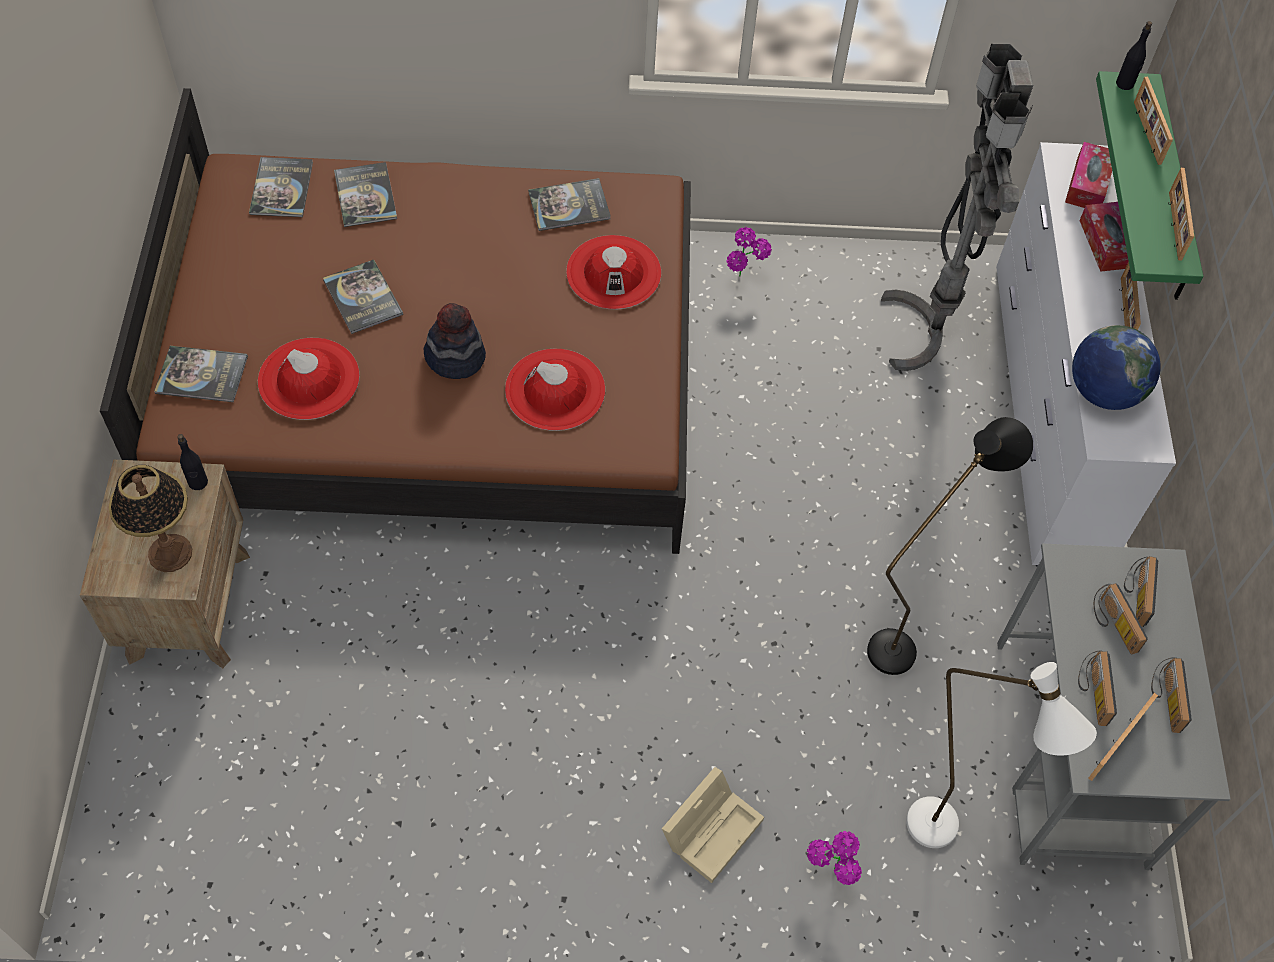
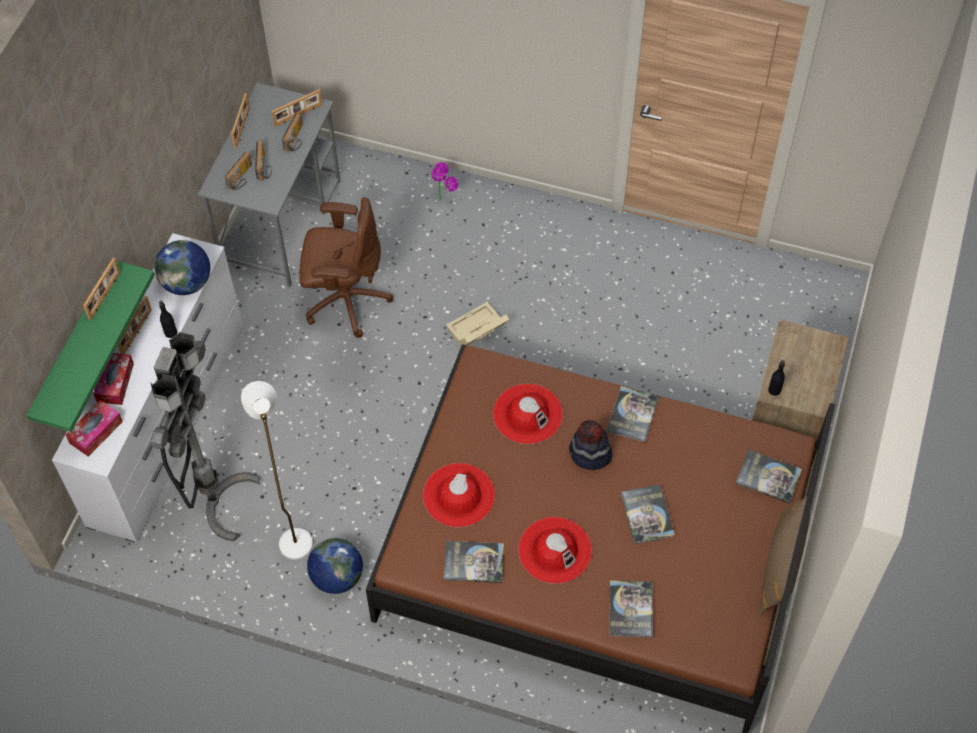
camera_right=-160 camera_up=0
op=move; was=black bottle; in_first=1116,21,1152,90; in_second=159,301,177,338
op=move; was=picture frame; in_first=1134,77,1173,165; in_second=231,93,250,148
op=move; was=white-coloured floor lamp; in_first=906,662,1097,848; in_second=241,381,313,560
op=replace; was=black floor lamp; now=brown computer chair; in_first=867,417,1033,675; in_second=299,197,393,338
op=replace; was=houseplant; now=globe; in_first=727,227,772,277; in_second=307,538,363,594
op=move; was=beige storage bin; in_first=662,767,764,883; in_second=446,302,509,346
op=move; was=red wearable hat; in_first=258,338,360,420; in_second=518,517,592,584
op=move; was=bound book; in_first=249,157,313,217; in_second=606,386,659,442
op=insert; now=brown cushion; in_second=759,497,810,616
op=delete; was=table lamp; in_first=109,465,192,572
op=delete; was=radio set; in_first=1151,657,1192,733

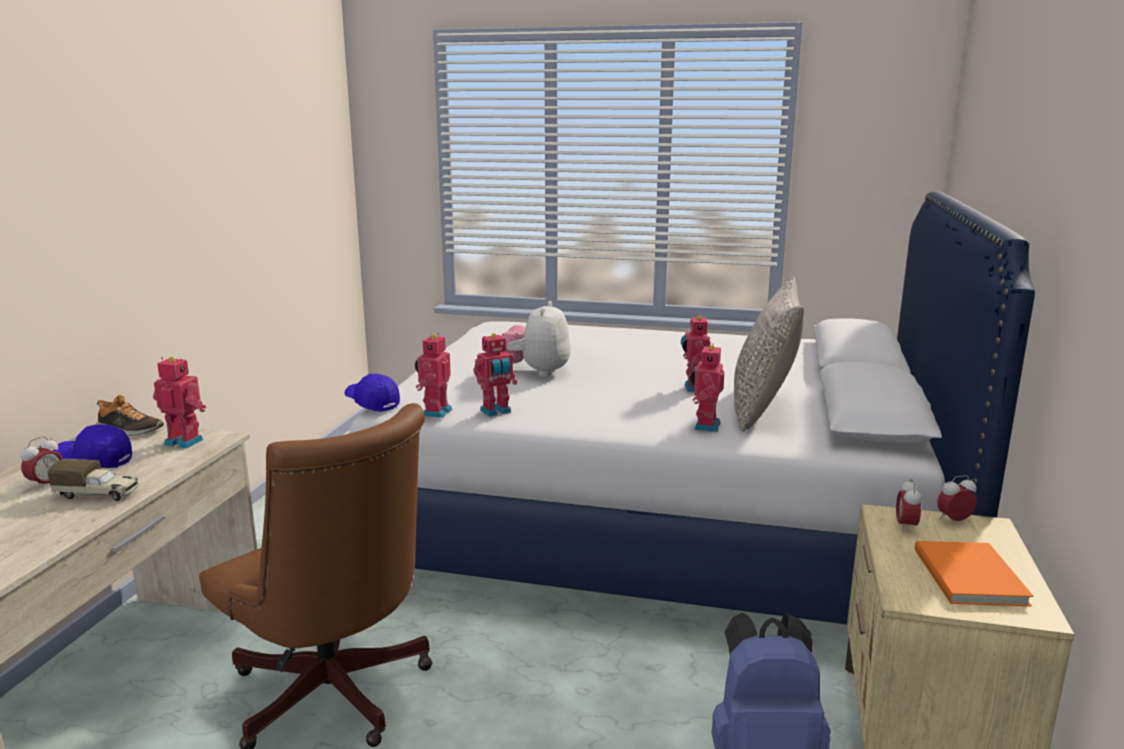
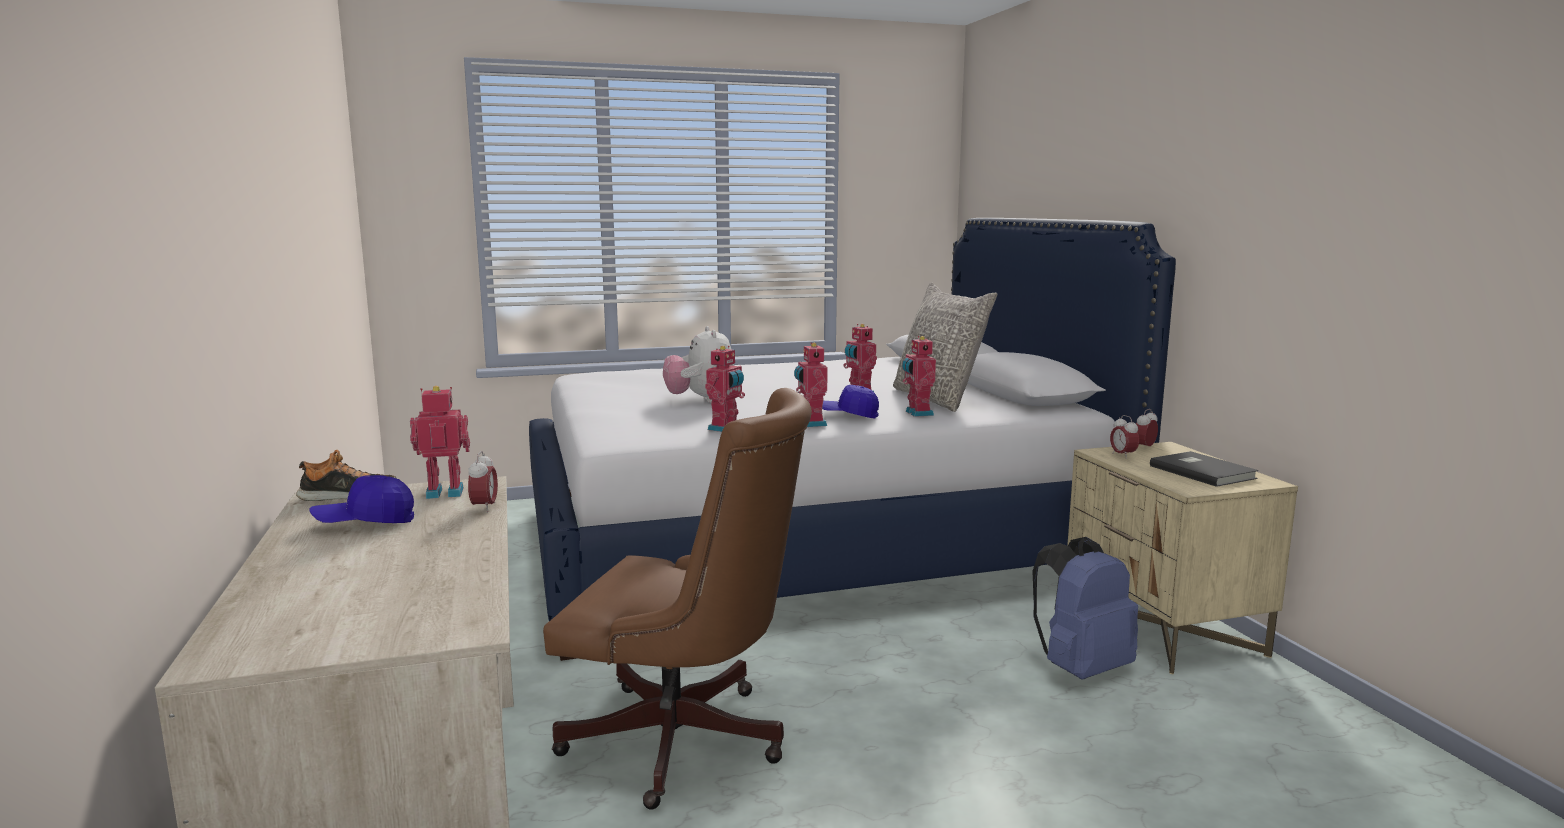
camera_right=-30 camera_up=-5
op=move; was=alarm clock; in_first=21,436,63,491; in_second=468,451,498,513
op=move; was=toy robot; in_first=415,333,452,418; in_second=794,342,828,427
op=move; was=blue-coloured cap; in_first=345,374,400,412; in_second=822,385,879,419
op=recolor; was=orangey bound book; now=gray bound book; in_first=914,541,1034,606; in_second=1150,451,1258,487
op=delete; was=toy truck; in_first=47,459,139,501

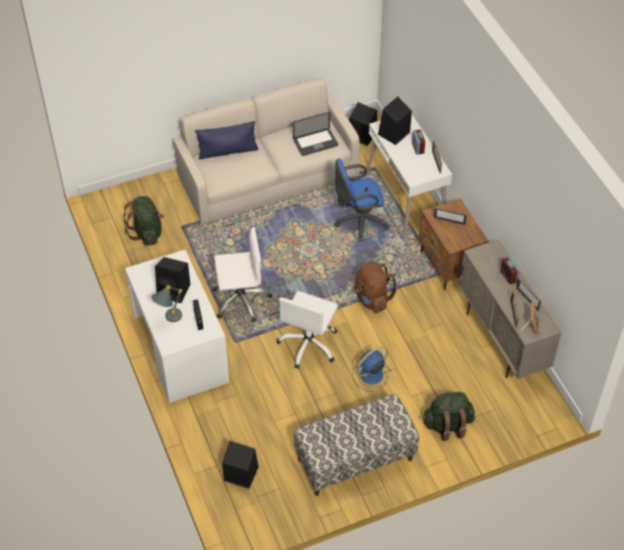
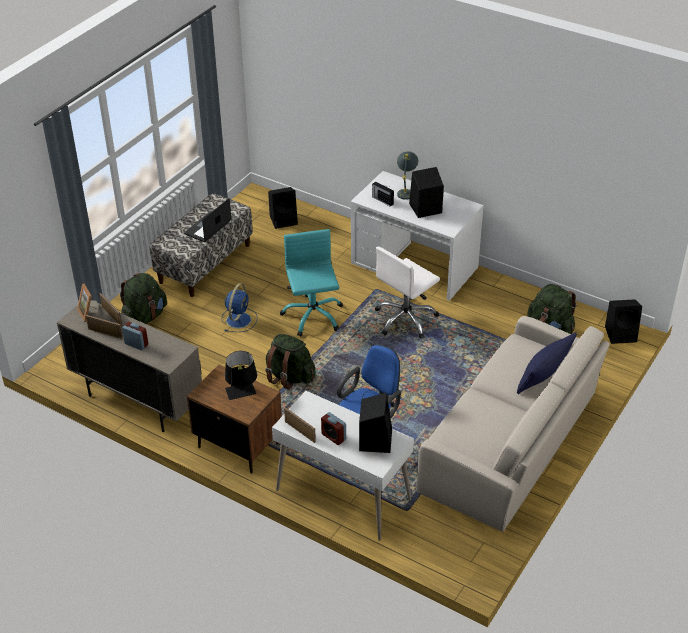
camera_right=145 camera_up=-10
op=move; was=laptop; in_first=293,112,338,156; in_second=184,198,231,242
op=replace; was=picture frame; now=black table lamp; in_first=434,207,467,225; in_second=225,351,257,400
op=recolor; was=brown knapsack; now=greenish knapsack; in_first=355,262,397,313; in_second=265,334,316,389
op=recolor; was=white-coloured computer chair; now=blue-green computer chair; in_first=277,291,338,369; in_second=280,229,343,336
op=move; was=black audio speaker; in_first=349,102,377,146; in_second=605,299,642,344

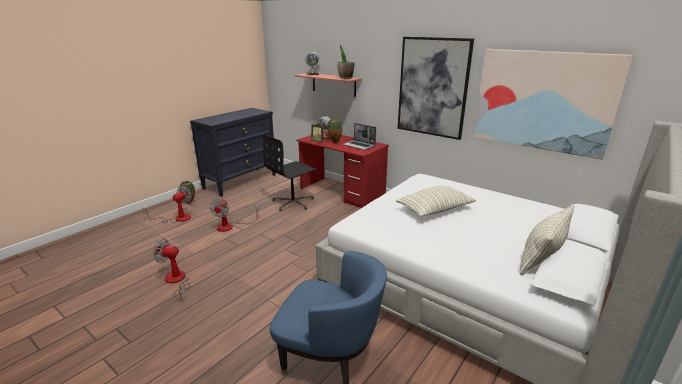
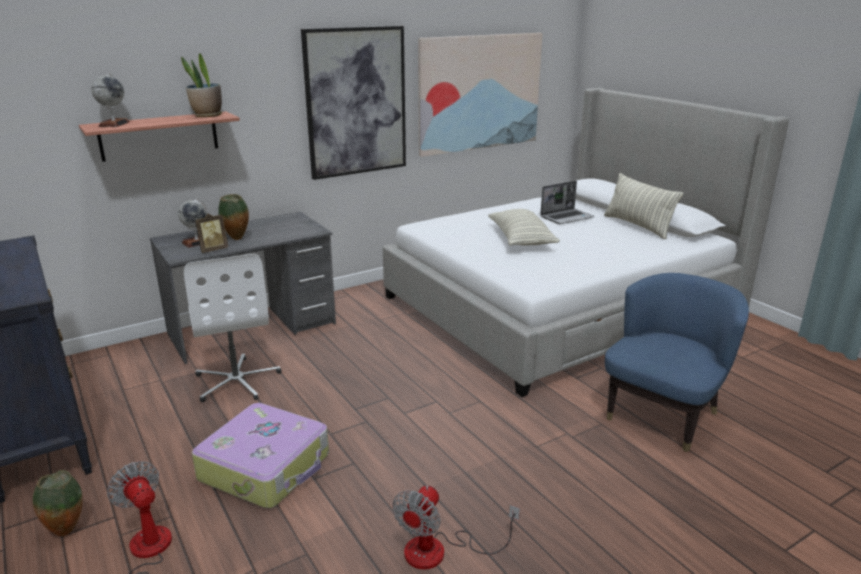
camera_right=-70 camera_up=0
op=recolor; was=red desk unit; now=gray desk unit; in_first=297,131,389,208; in_second=150,212,336,364
op=recolor; was=black computer chair; now=white-coloured computer chair; in_first=263,134,317,211; in_second=184,254,281,402
op=replace; was=cooling fan; now=suitcase; in_first=209,199,260,232; in_second=192,403,329,508
op=move; was=laptop; in_first=343,123,376,150; in_second=540,181,594,224

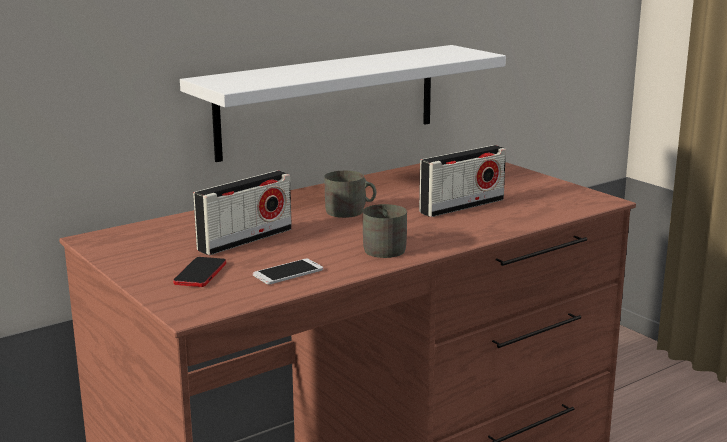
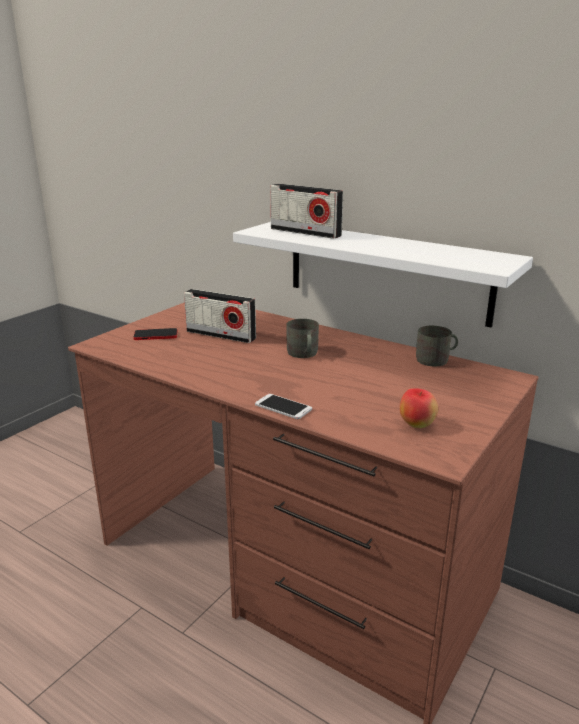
camera_right=70 camera_up=5
op=move; was=handset; in_first=253,259,323,284; in_second=255,394,312,419
op=move; was=radio set; in_first=419,145,506,217; in_second=270,184,343,239
op=insert; now=whole apple; in_second=400,388,439,428
op=move; was=gray mug; in_first=363,204,407,258; in_second=416,326,458,366

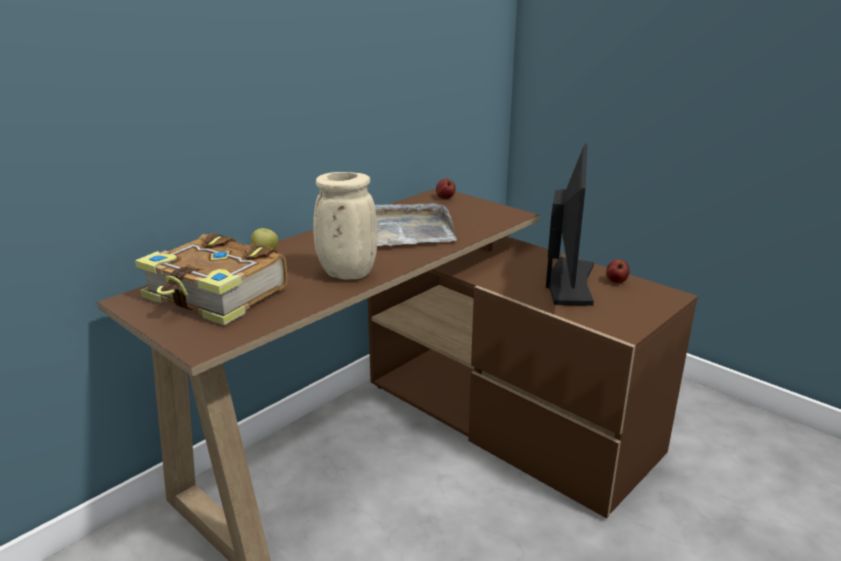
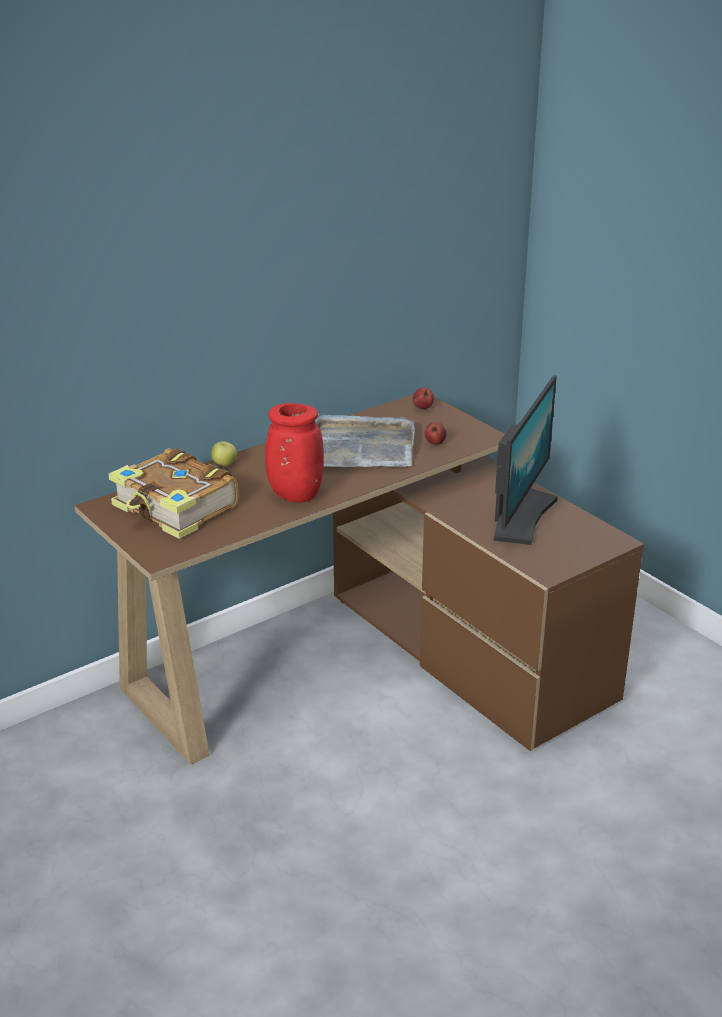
camera_right=10 camera_up=5
op=recolor; was=beige decorative vase; now=red decorative vase; in_first=313,172,377,280; in_second=265,403,324,502
op=move; was=whole apple; in_first=606,259,630,283; in_second=425,422,447,445

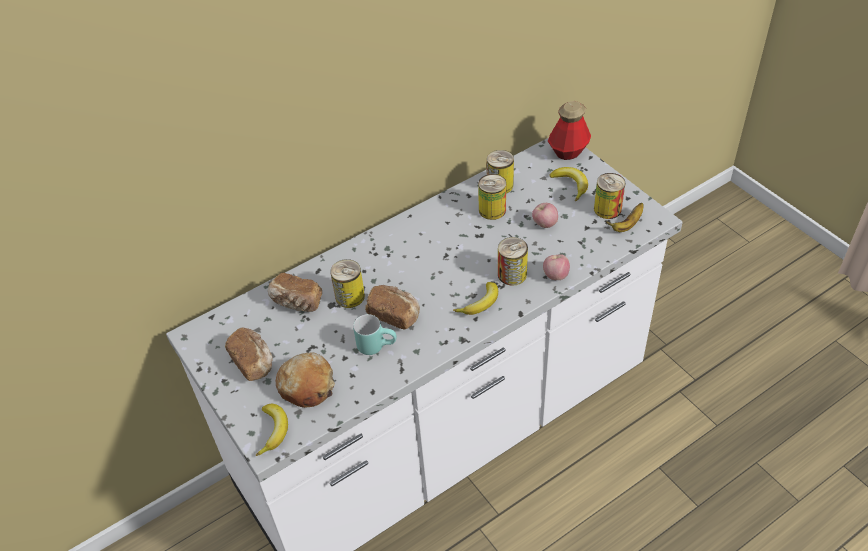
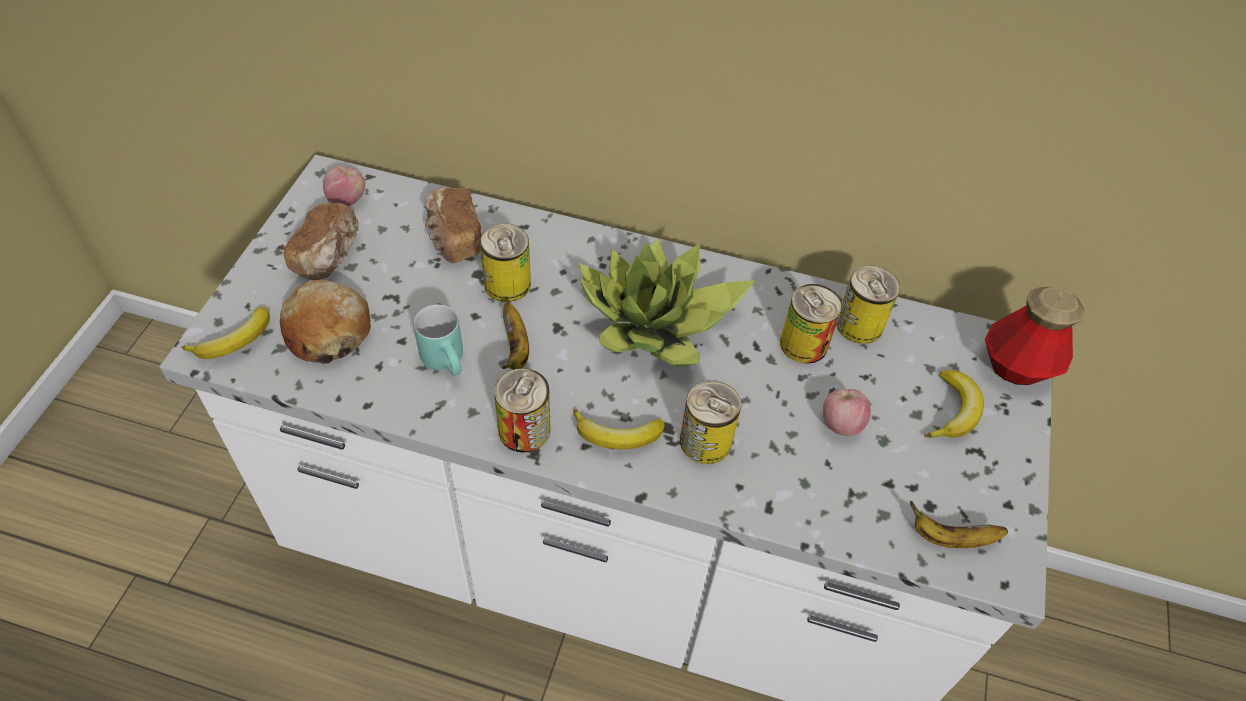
camera_right=45 camera_up=5
op=move; was=whole apple; in_first=543,254,570,280; in_second=323,166,365,207
op=move; was=can; in_first=594,173,626,219; in_second=494,368,551,453
op=replace; was=baked bread; now=banana; in_first=365,285,420,330; in_second=502,302,529,370
op=insert; now=houseplant; in_second=579,238,755,367

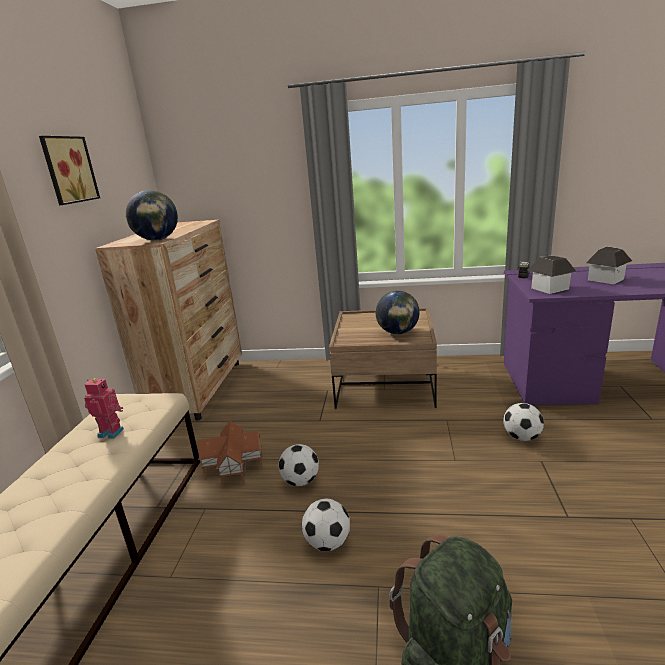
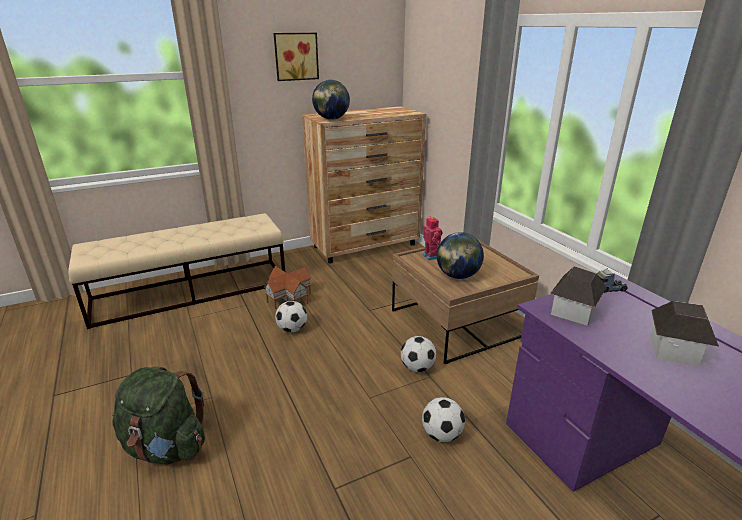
camera_right=55 camera_up=5
op=move; was=football; in_first=302,499,350,551; in_second=401,336,436,372
op=move; was=toy robot; in_first=84,378,124,439; in_second=423,217,442,260

